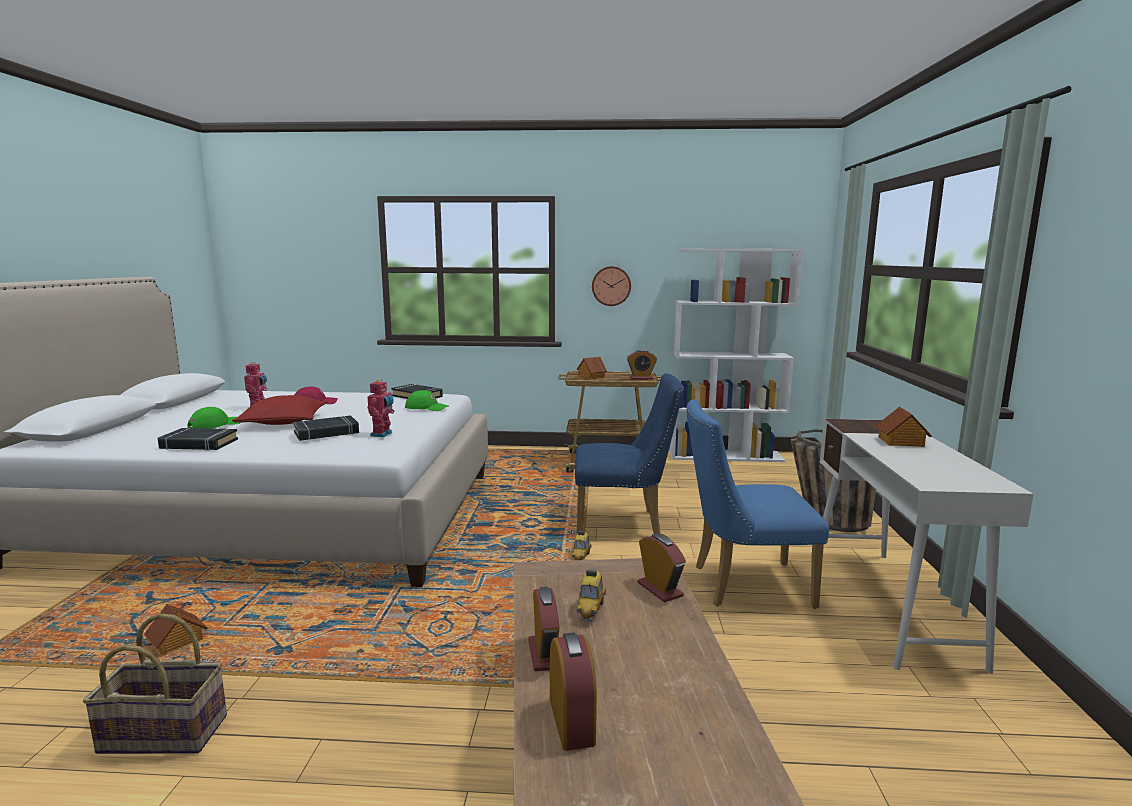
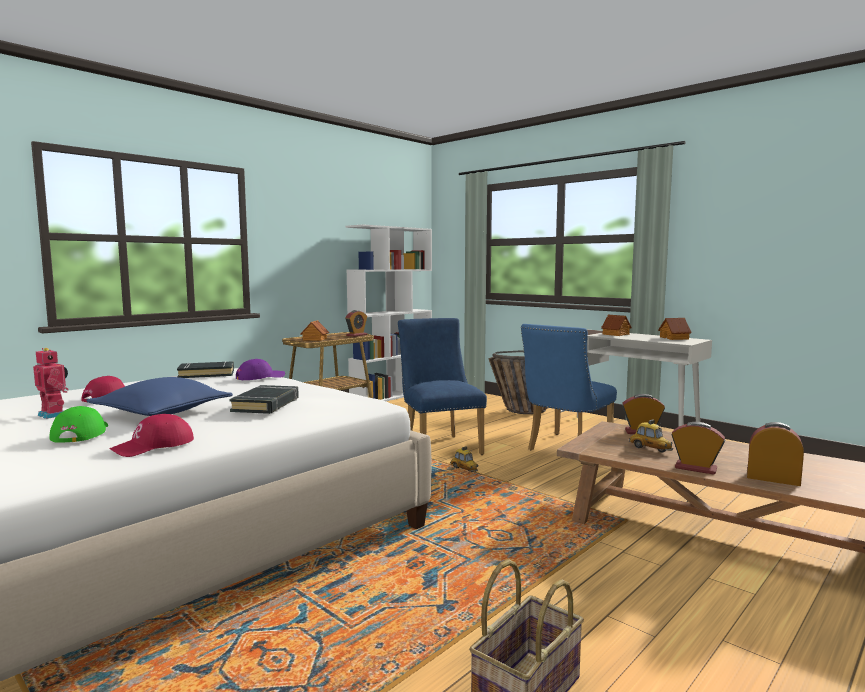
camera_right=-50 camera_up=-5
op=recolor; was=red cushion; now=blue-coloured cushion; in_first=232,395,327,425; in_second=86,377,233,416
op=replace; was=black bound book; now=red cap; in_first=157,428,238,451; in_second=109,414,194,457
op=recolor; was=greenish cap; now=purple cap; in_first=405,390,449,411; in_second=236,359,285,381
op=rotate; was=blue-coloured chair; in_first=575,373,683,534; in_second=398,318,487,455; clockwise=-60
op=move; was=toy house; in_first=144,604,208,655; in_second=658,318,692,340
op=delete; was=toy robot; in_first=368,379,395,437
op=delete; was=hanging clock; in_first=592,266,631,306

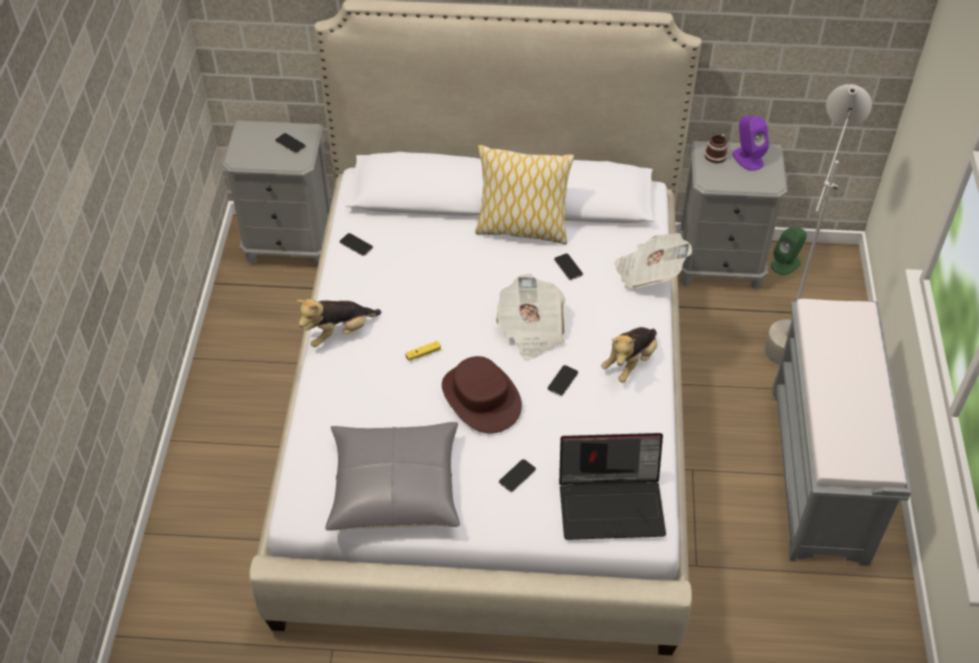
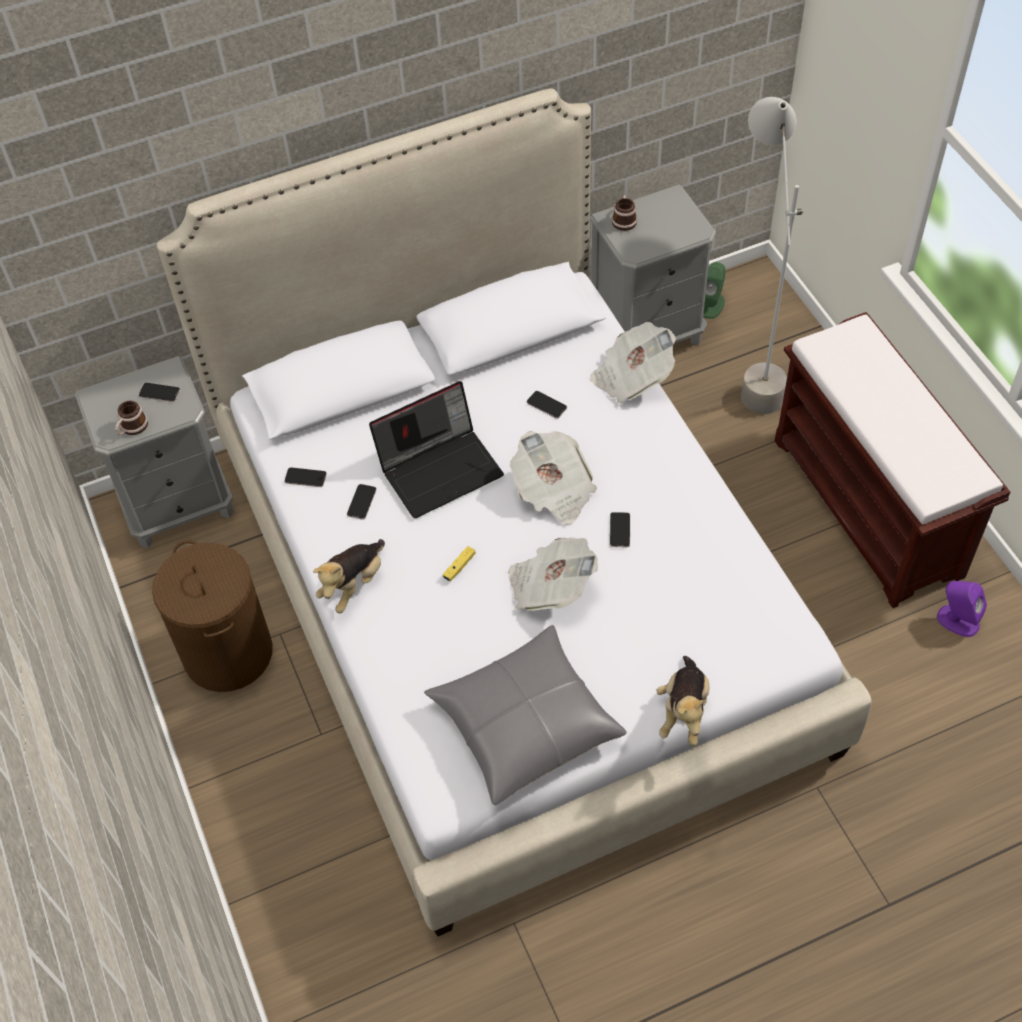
camera_right=-25 camera_up=5
op=insert; now=mug; in_second=115,401,148,436
op=insert; now=brown laundry basket; in_second=152,540,273,692
op=move; was=handset; in_first=499,459,536,492; in_second=347,484,377,520
op=move; was=laptop; in_first=559,433,666,540; in_second=369,381,504,518
op=replace; was=brown wearable hat; now=daily paper; in_first=442,356,522,434; in_second=508,537,598,611
op=move; was=plush toy; in_first=601,327,657,383; in_second=657,656,709,746
op=recolor; was=gray indoor bench; now=brown indoor bench; in_first=772,299,911,566; in_second=775,312,1010,608
op=move; was=purple audio speaker; in_first=733,116,769,171; in_second=937,581,987,637
op=delete; was=cushion; in_first=475,145,574,244

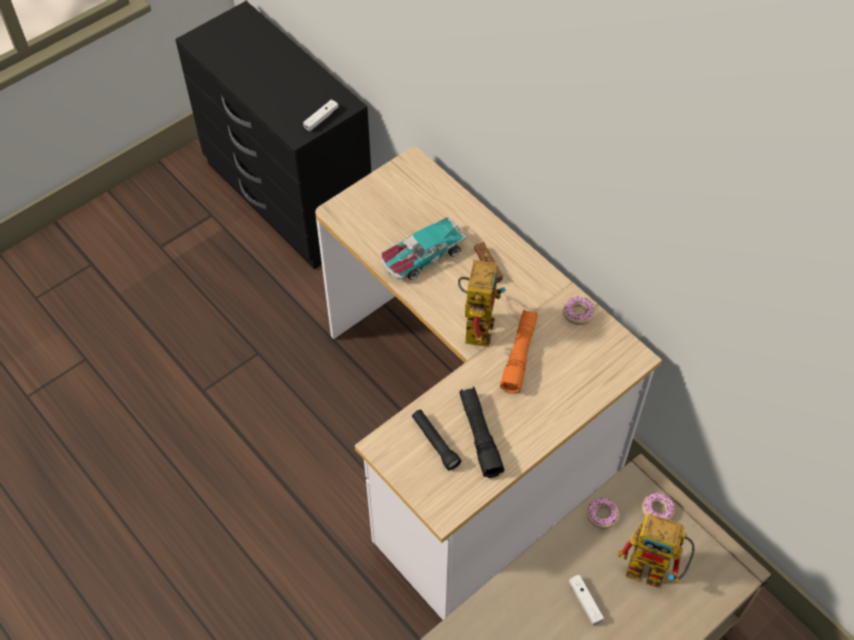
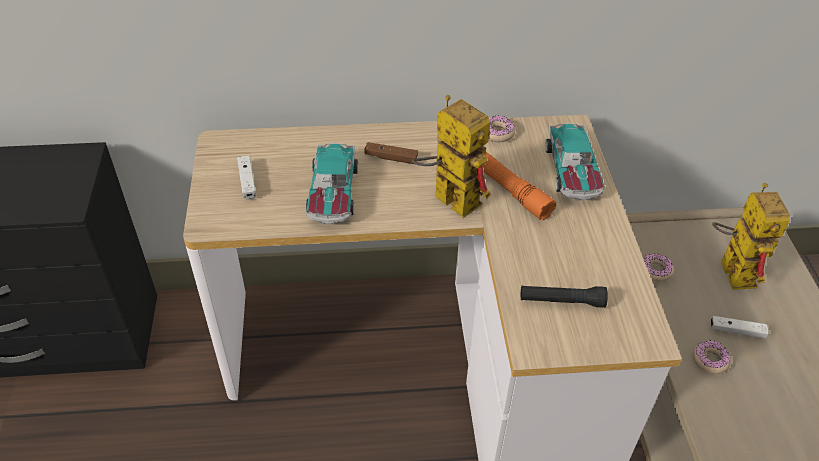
camera_right=-55 camera_up=-10
op=move; was=white-coloured gamepad; in_first=303,99,339,131; in_second=237,155,256,200
op=insert; now=toy car; in_second=545,123,605,200
op=move; was=ring doughnut; in_first=642,492,675,520; in_second=692,340,731,374
op=rotate; was=toy robot; in_first=617,514,695,588; in_second=712,183,790,290; clockwise=-60
op=delete; was=black hand torch; in_first=459,387,505,478

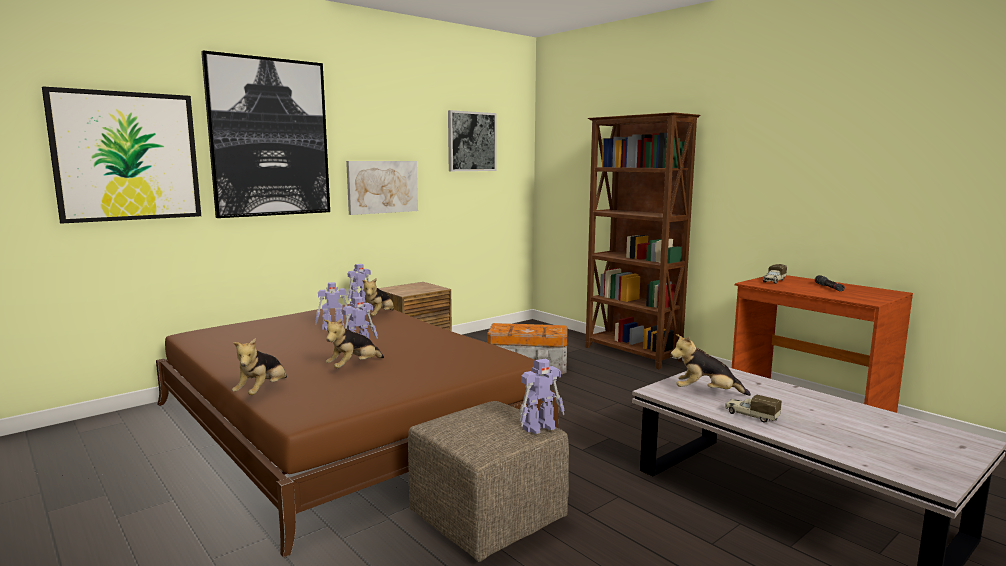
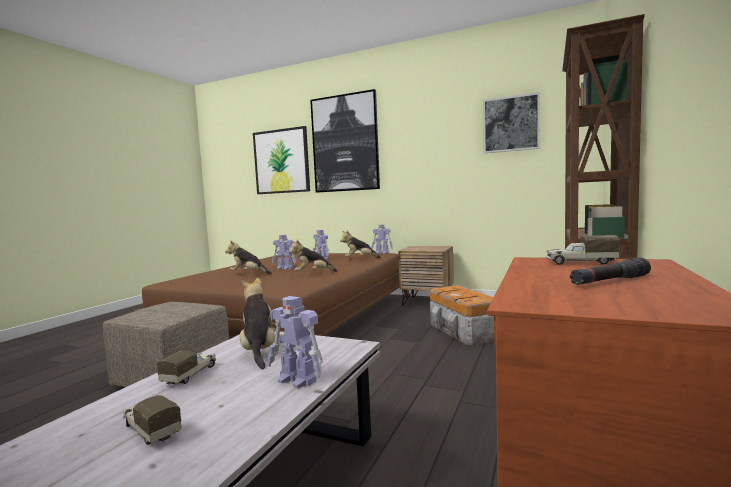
camera_right=65 camera_up=-5
op=insert; now=toy truck; in_second=123,395,182,445
op=move; was=toy robot; in_first=520,359,565,434; in_second=268,296,323,388
op=move; was=plush toy; in_first=232,338,287,395; in_second=289,240,338,272
op=delete; was=wall picture; in_first=346,161,418,215

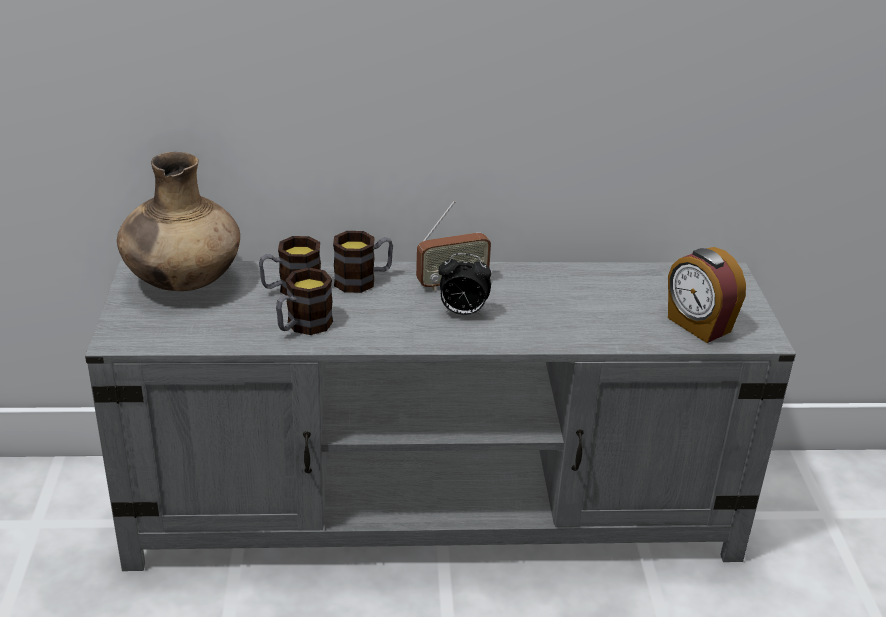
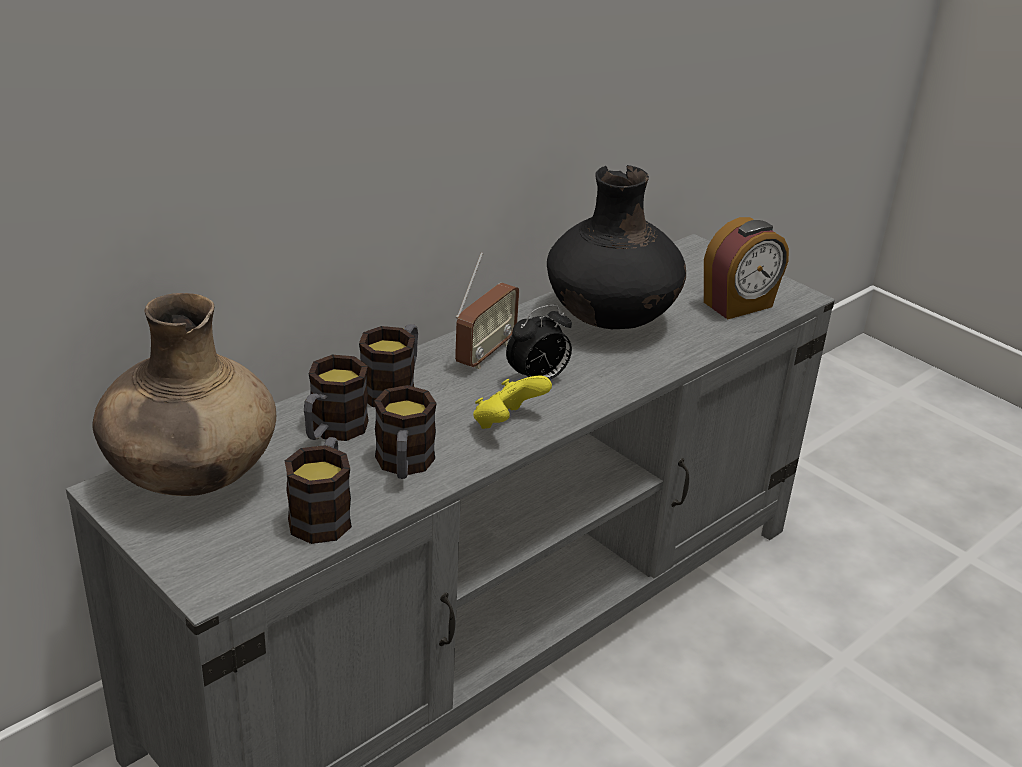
camera_right=-40 camera_up=0
op=insert; now=mug; in_second=285,437,352,544
op=insert; now=yellow-coloured gamepad; in_second=473,376,552,429
op=insert; now=black decorative vase; in_second=547,165,686,329
op=rotate; was=alarm clock; in_first=668,247,746,343; in_second=704,217,789,320; clockwise=-45

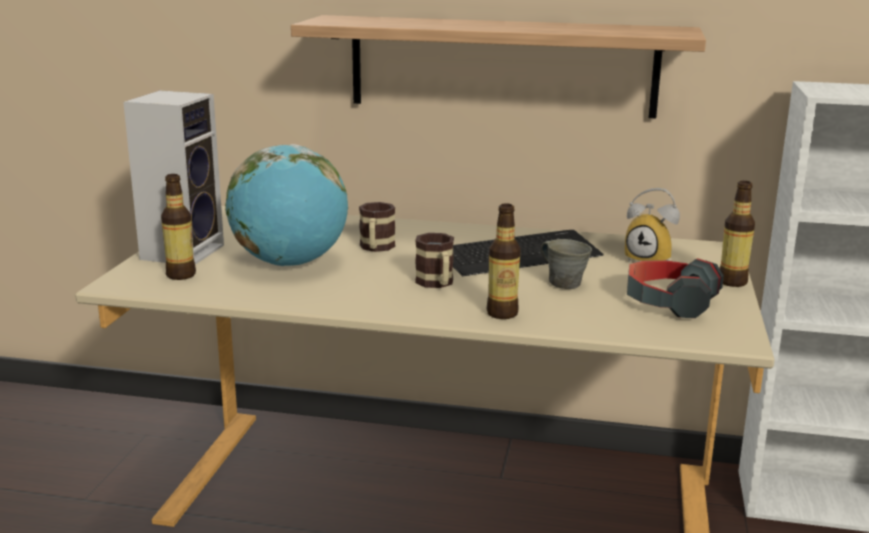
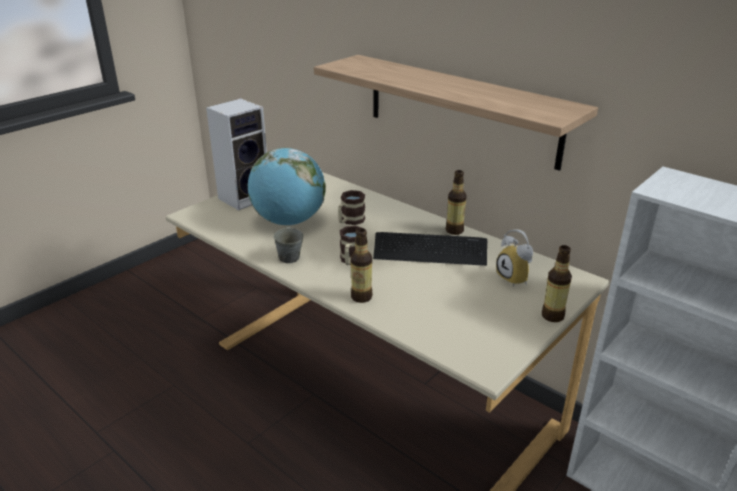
camera_right=30 camera_up=10
op=move; was=gray mug; in_first=541,239,592,289; in_second=274,227,303,263
op=move; was=bottle; in_first=161,174,196,280; in_second=446,170,467,235
op=delete; was=headphones; in_first=627,258,724,318

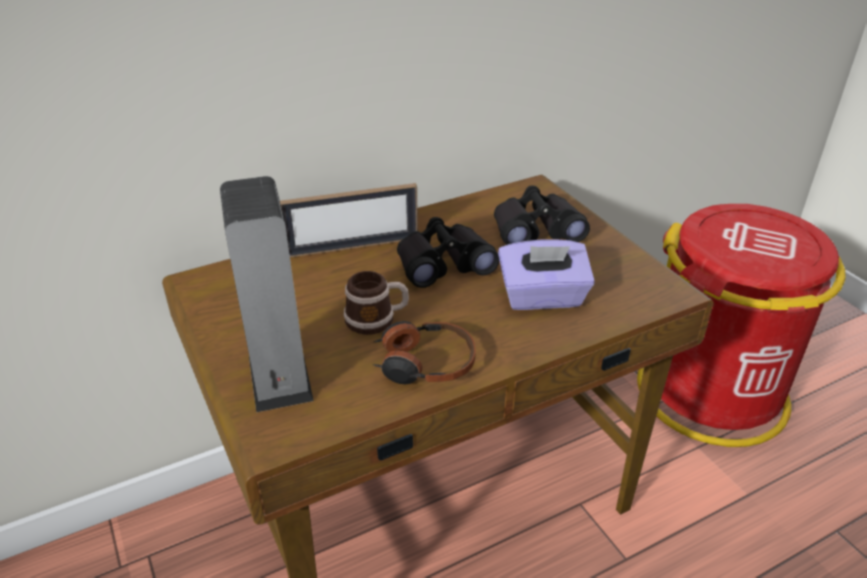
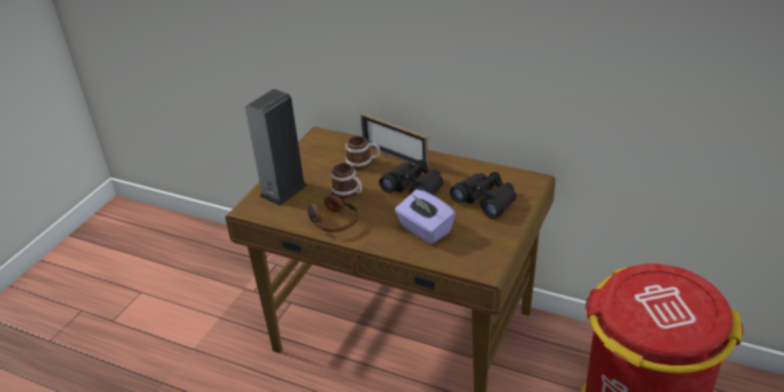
camera_right=55 camera_up=0
op=insert; now=mug; in_second=345,136,380,170

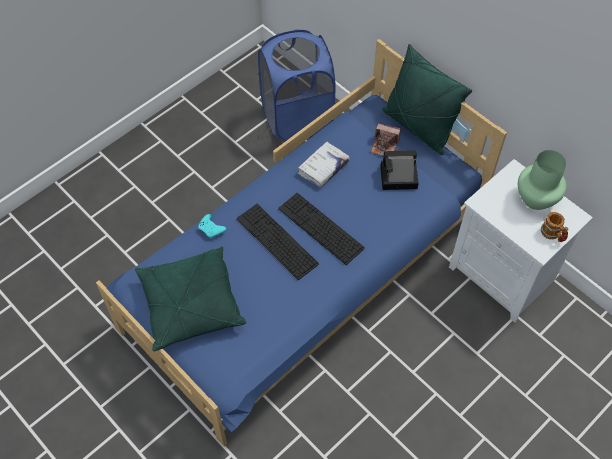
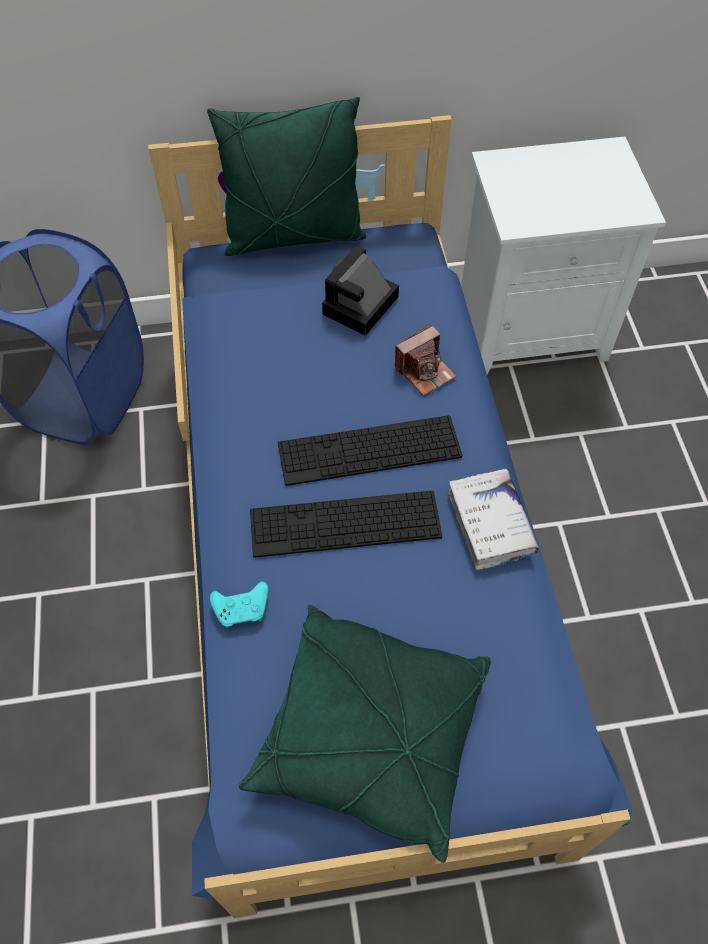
camera_right=-55 camera_up=0
op=move; was=photo camera; in_first=371,123,401,156; in_second=395,324,456,396
op=move; was=white-coloured bound book; in_first=298,141,350,188; in_second=448,469,539,570
op=delete; was=greenish decorative vase; in_first=518,150,567,210
op=delete; was=mug; in_first=541,212,568,242

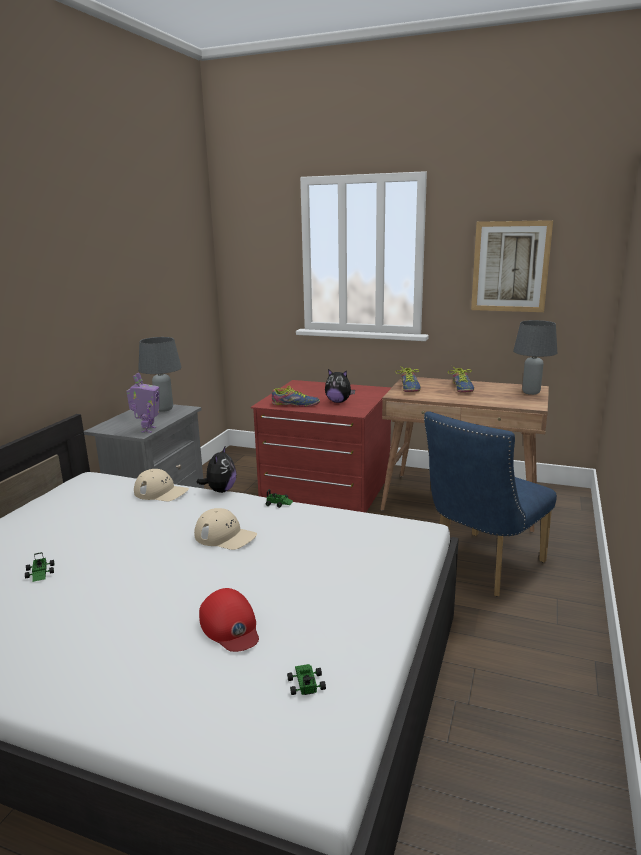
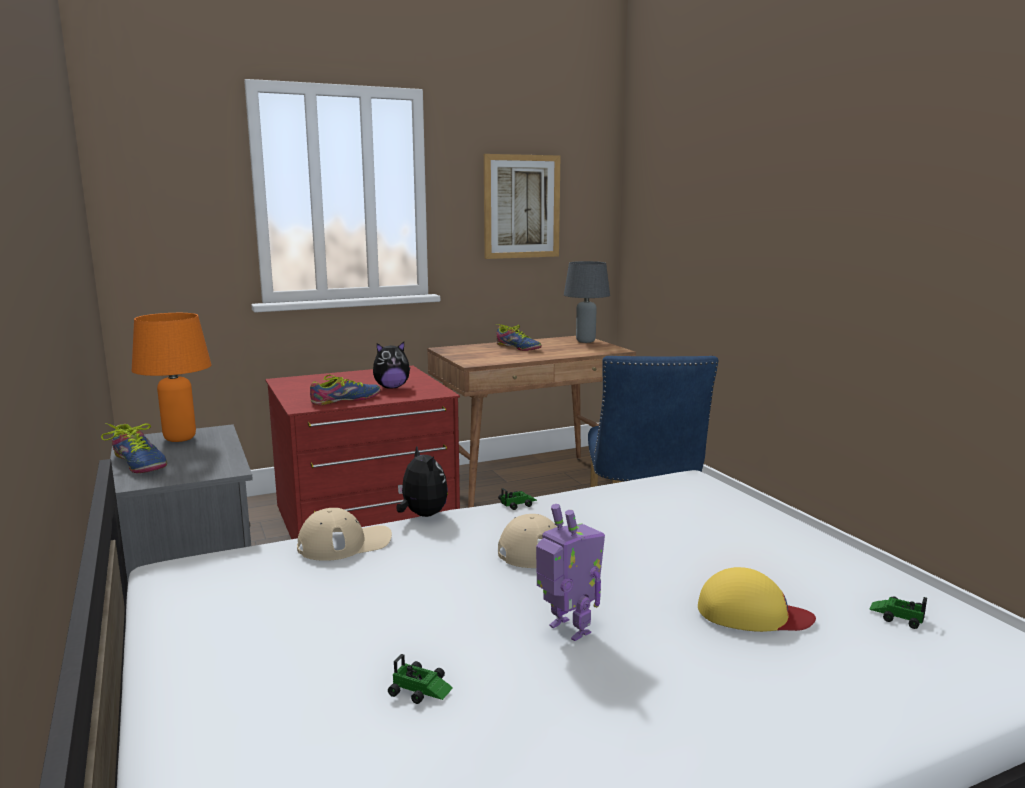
camera_right=-45 camera_up=-5
op=move; was=low shoe; in_first=396,366,421,392; in_second=101,423,167,473
op=recolor; was=gray table lamp; now=orangey table lamp; in_first=138,337,182,412; in_second=132,313,211,442
op=move; was=toy robot; in_first=127,373,159,433; in_second=536,504,605,641
op=recolor; was=red cap; now=yellow-coloured cap; in_first=199,588,259,652; in_second=698,567,816,632

